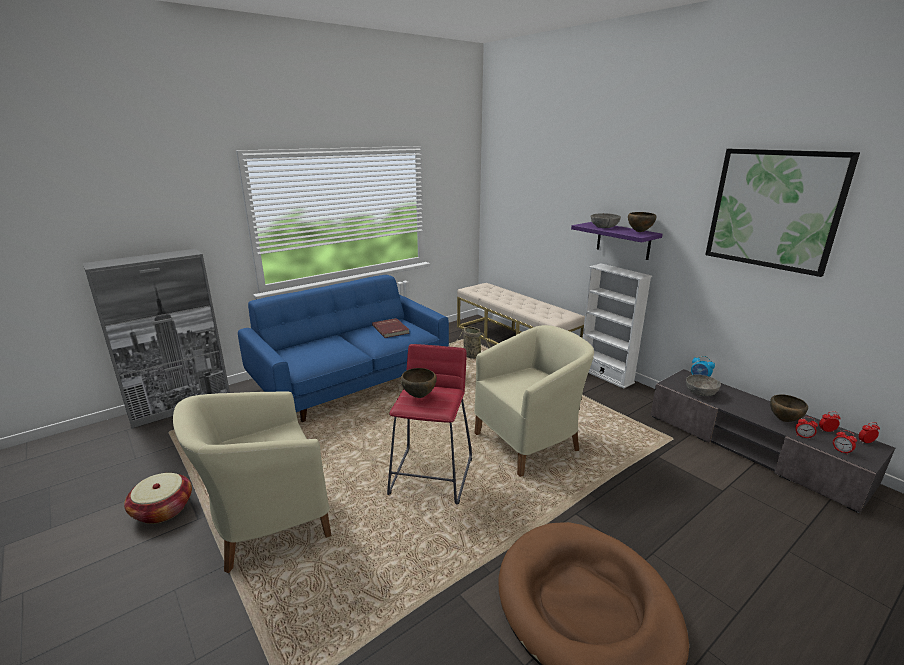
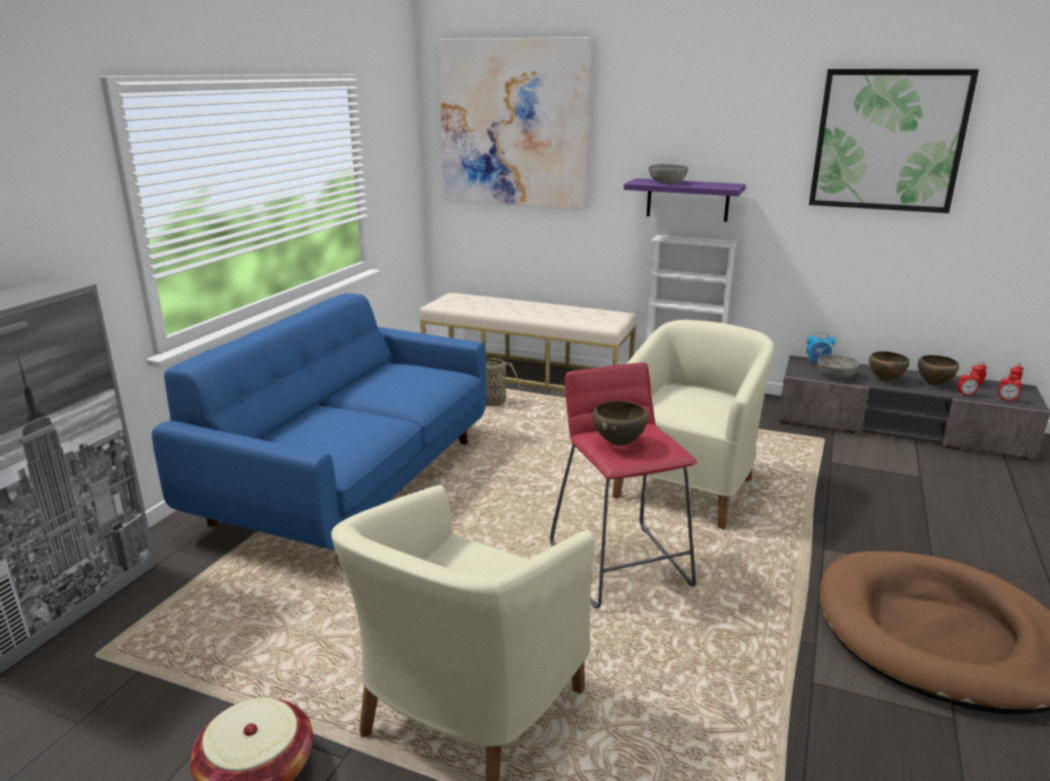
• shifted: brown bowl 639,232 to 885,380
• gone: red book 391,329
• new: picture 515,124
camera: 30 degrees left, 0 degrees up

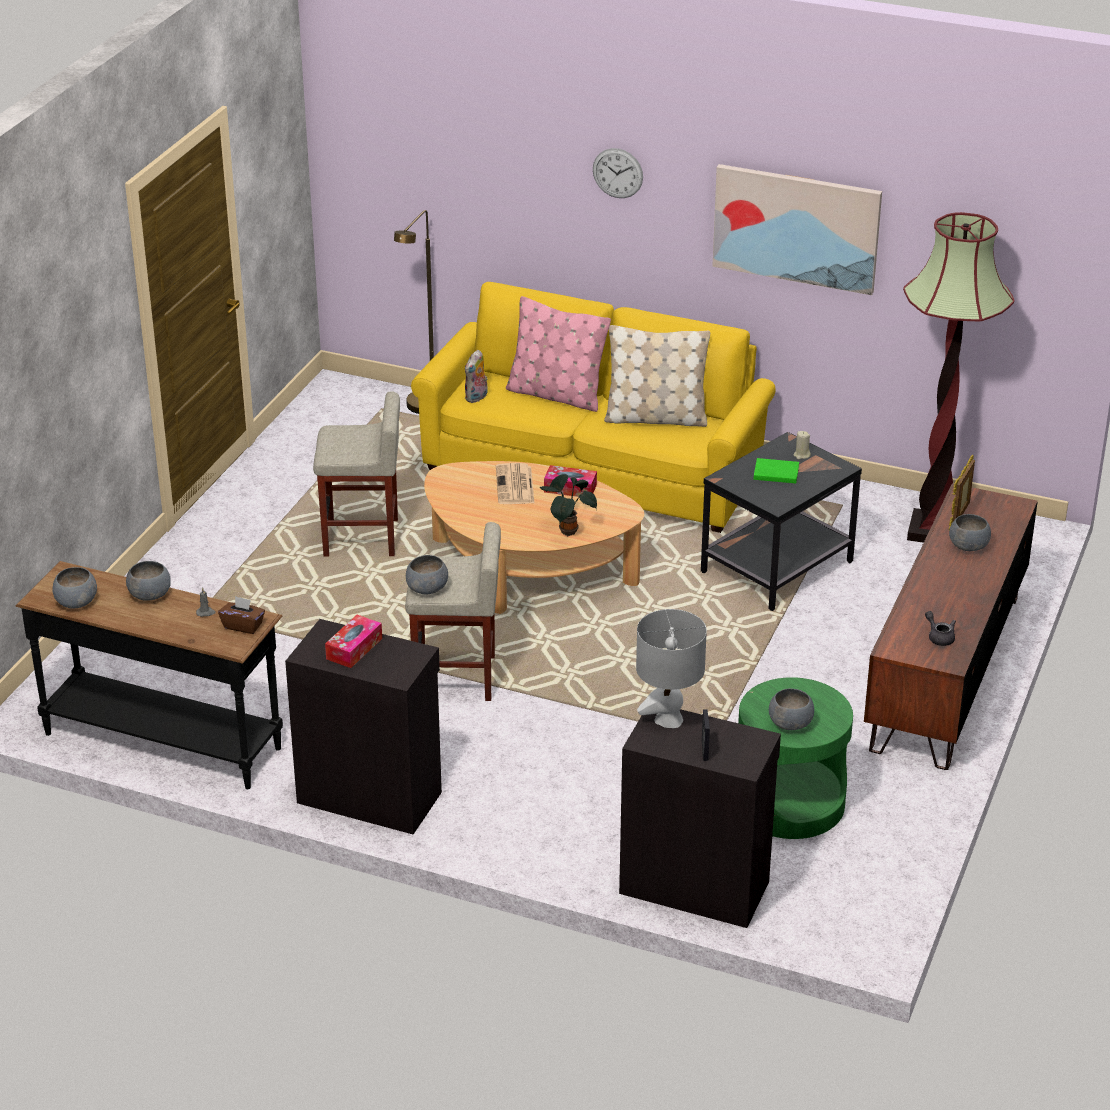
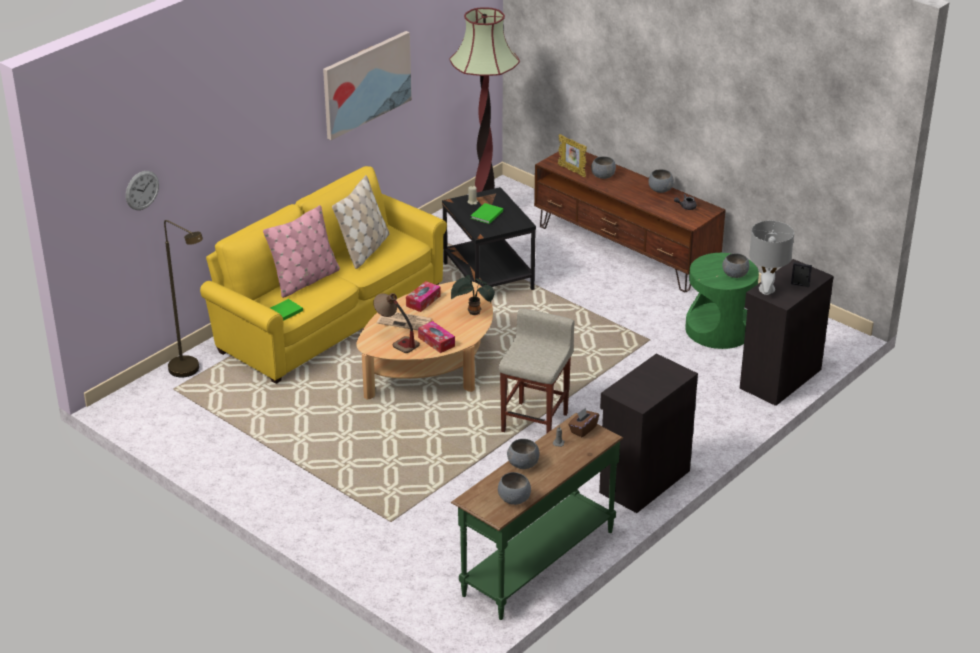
• shifted: wall clock 617,173 to 142,190
• swapped: plush toy 477,398 to green book 283,312
• gone: beige stool 362,538
• shifted: grey bowl 426,588 to 660,190
• repainted: black console table 164,739 to green console table 537,562
• shifted: tissue box 354,648 to 436,342
• new: table lamp 396,341
camera: 70 degrees left, 0 degrees up

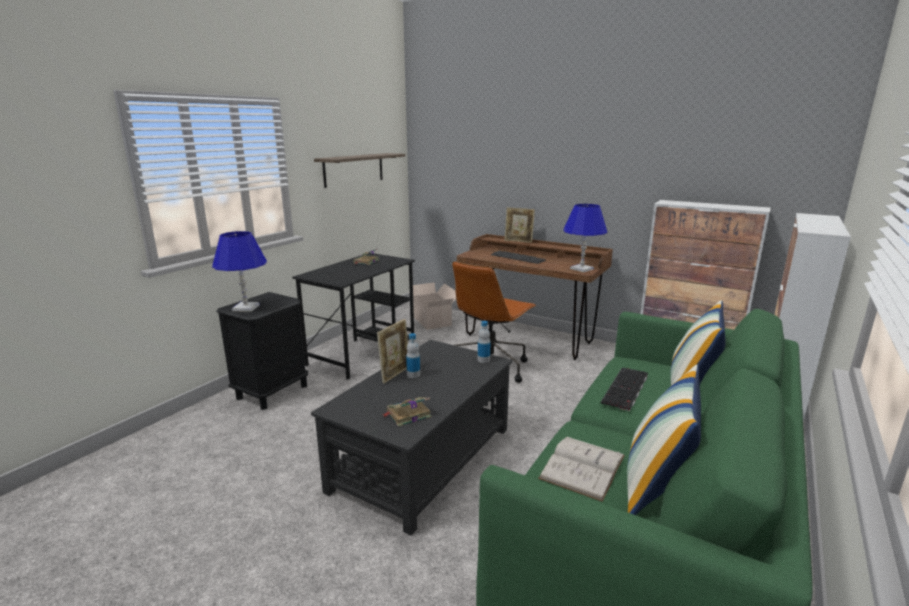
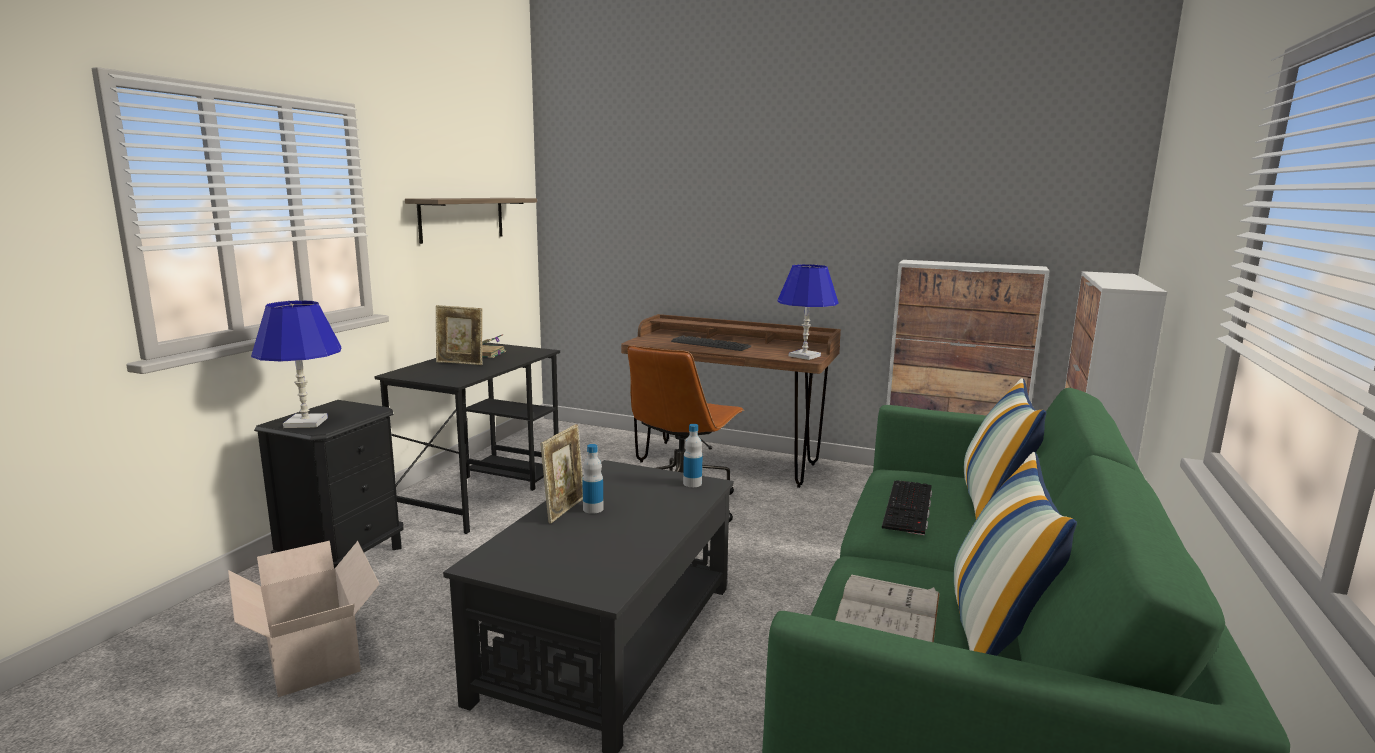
• shifted: picture frame 518,241 to 460,363
• shifted: cardboard box 432,321 to 311,657
• gone: book 407,415
camera: 10 degrees left, 5 degrees down

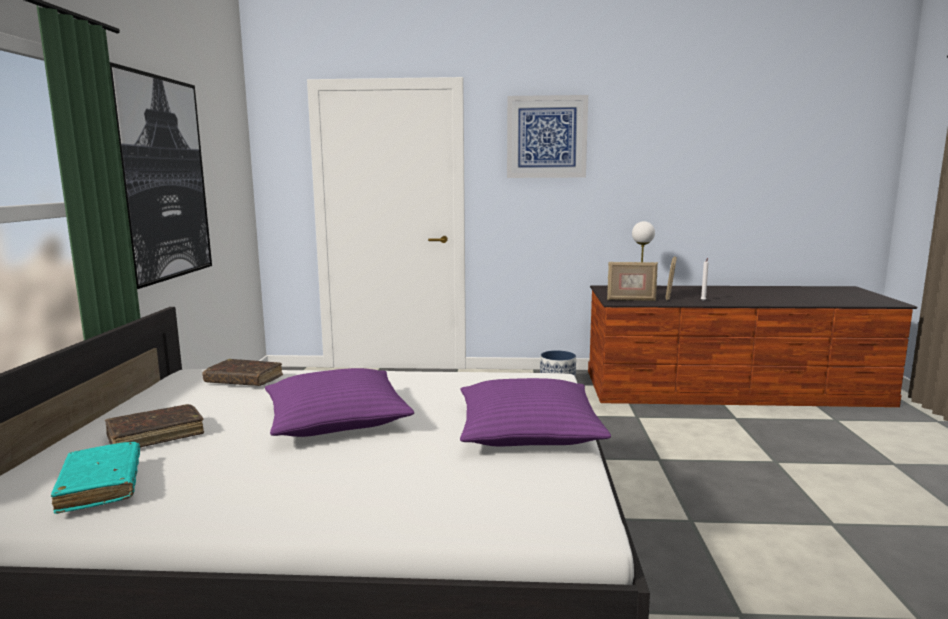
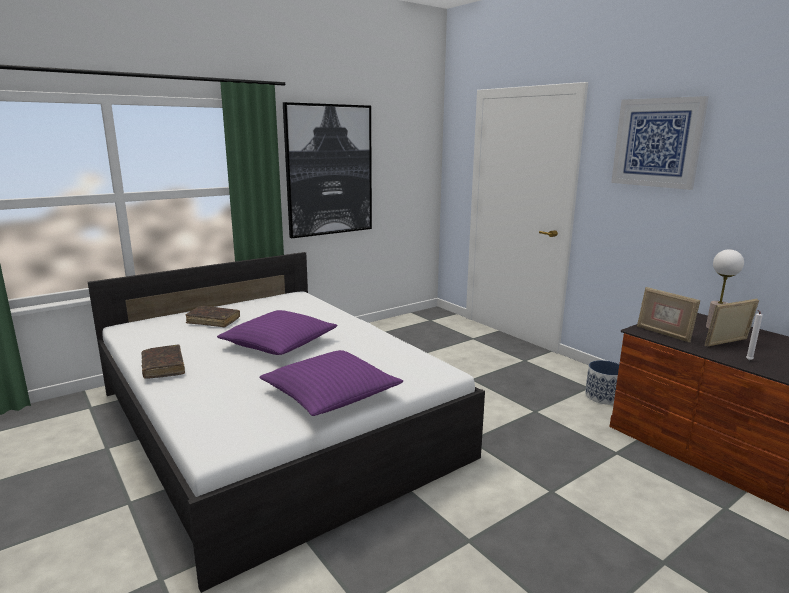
• shifted: brown book 244,380 to 163,367
• gone: turquoise book 101,486
camera: 50 degrees right, 5 degrees up

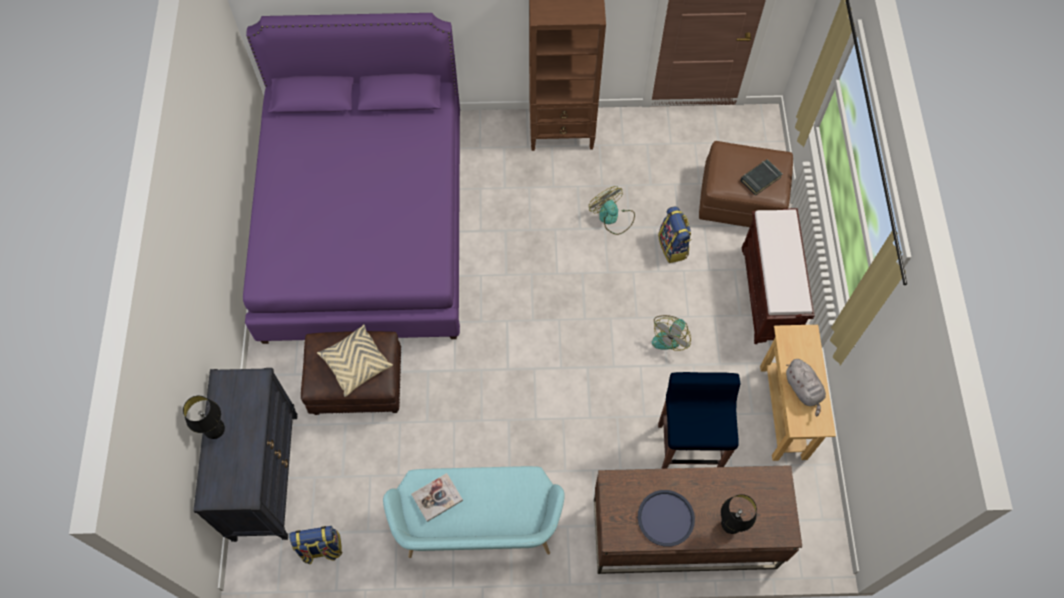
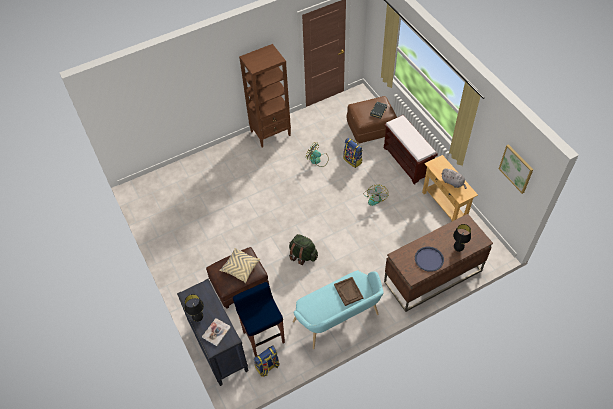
• gone: purple bed 365,224
• shifted: blue stool 688,448 to 263,336
• shifted: book 437,497 to 216,332
• new: picture 516,168
• new: green backpack 303,255
• new: brown tray 348,291
camera: 25 degrees left, 10 degrees down

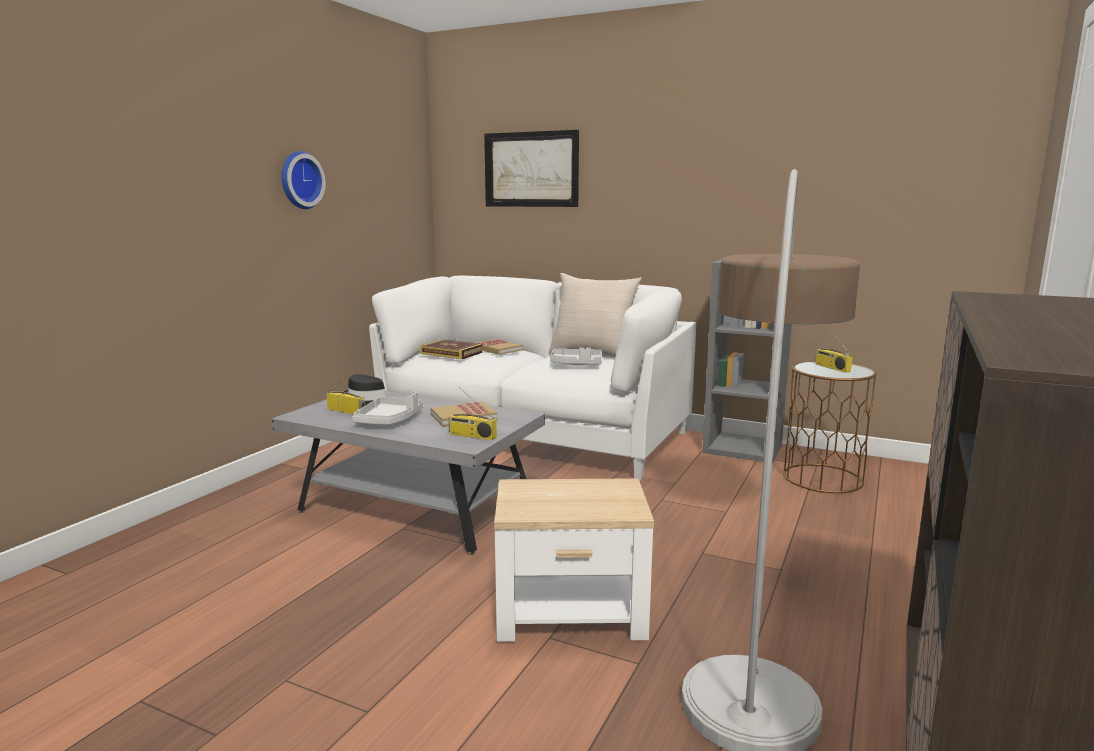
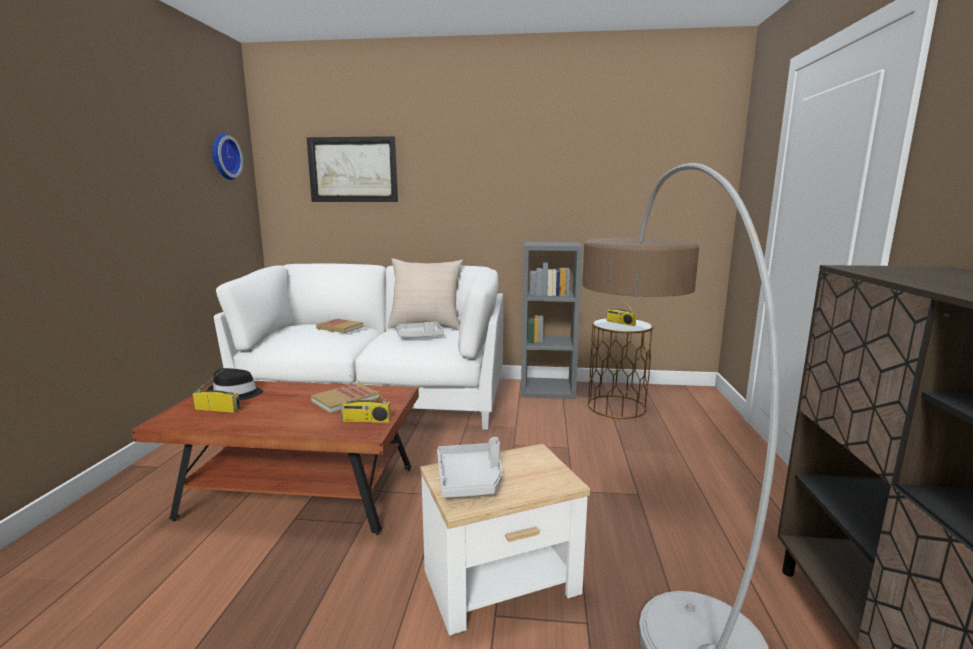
• shifted: wall clock 299,180 to 223,156
• gone: book 451,353
• repainted: grey coffee table 416,509 to brown coffee table 300,493
• shifted: grey tray 389,420 to 470,480
camera: 20 degrees left, 0 degrees up

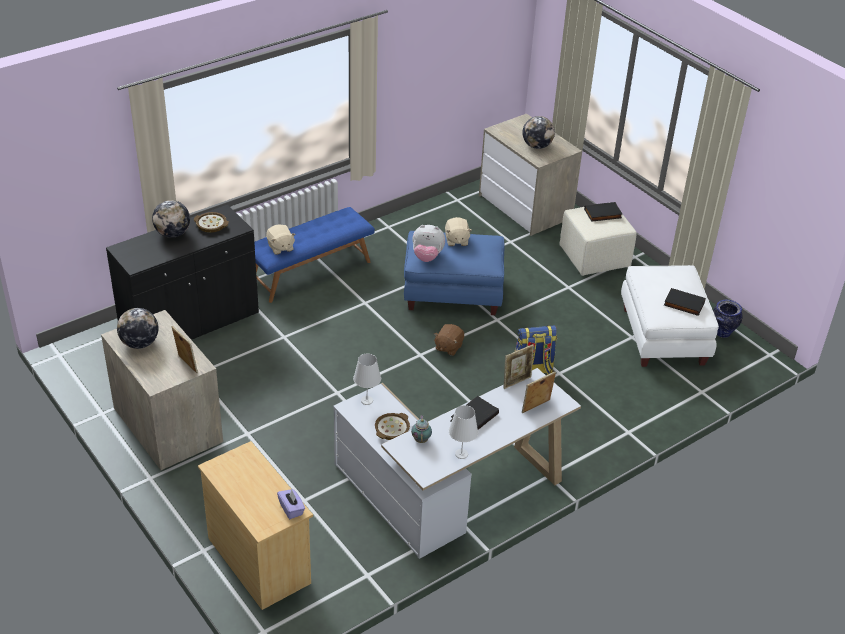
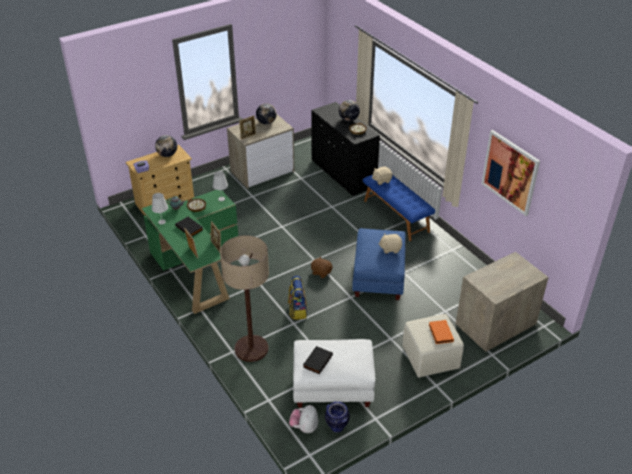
• shifted: globe 537,146 to 167,155
• repainted: black book 603,214 to orange book 440,333
• shifted: plush toy 427,257 to 304,427
• repainted: white desk 448,491 to green desk 196,266
• new: picture 510,172
• new: floor lamp 251,349
camera: 95 degrees right, 0 degrees up

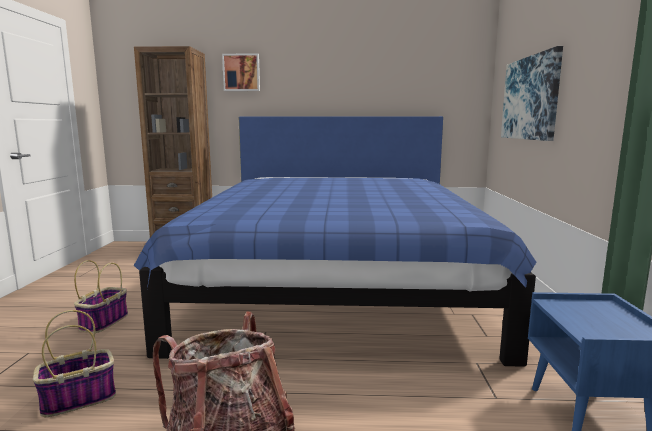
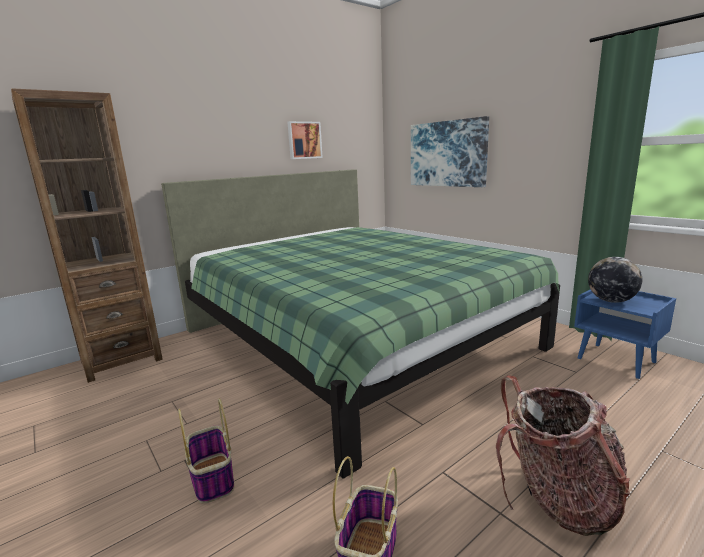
• shifted: picture 241,72 to 304,140
• repainted: blue bed 335,284 to green bed 354,339
• new: globe 611,301
camera: 40 degrees left, 5 degrees up

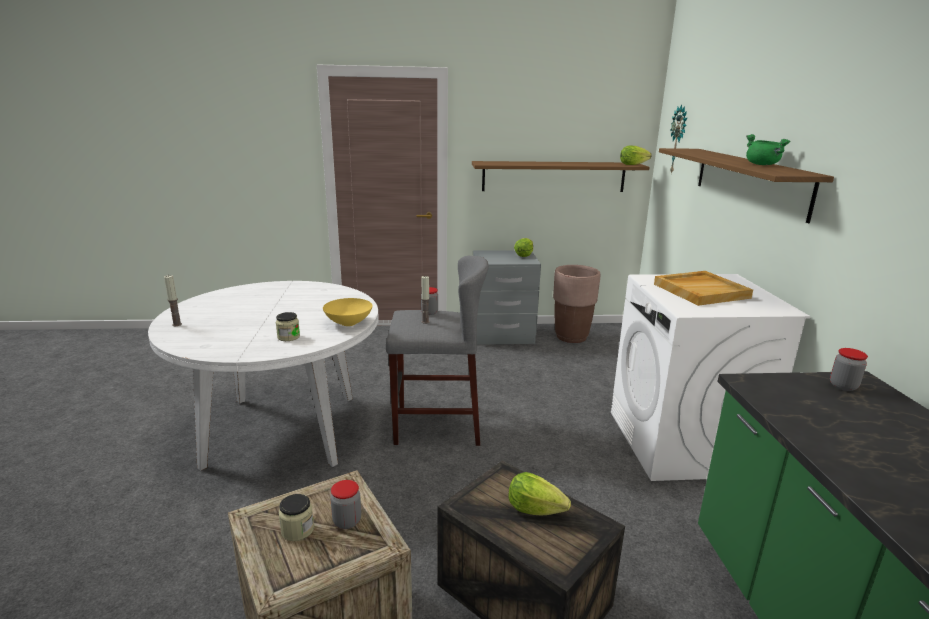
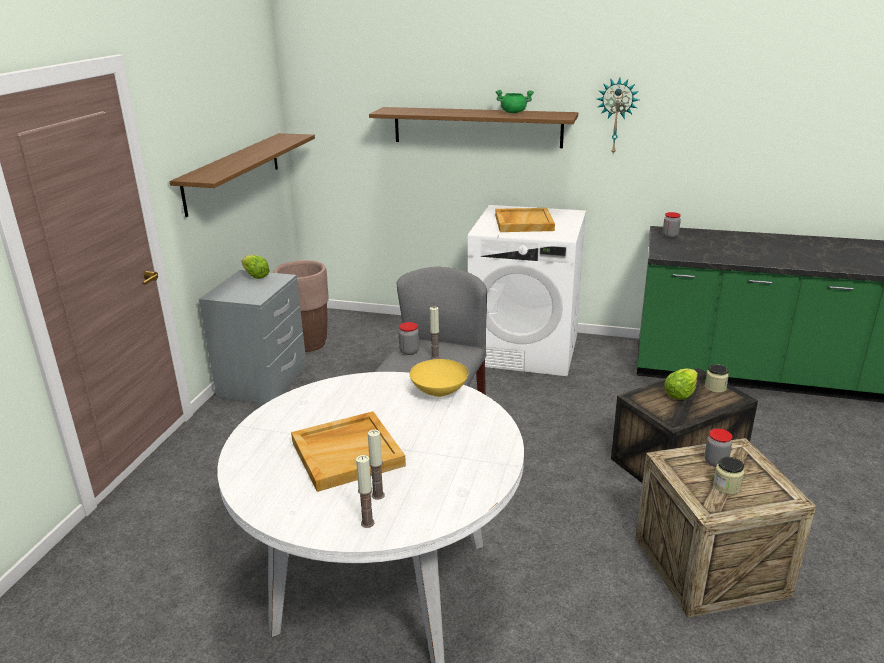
• shifted: wall clock 679,140 to 616,116
• gone: lettuce 632,165
• shifted: jar 288,337 to 715,387
• new: beige tray 348,453
• new: candle 378,495
camera: 70 degrees left, 5 degrees up

